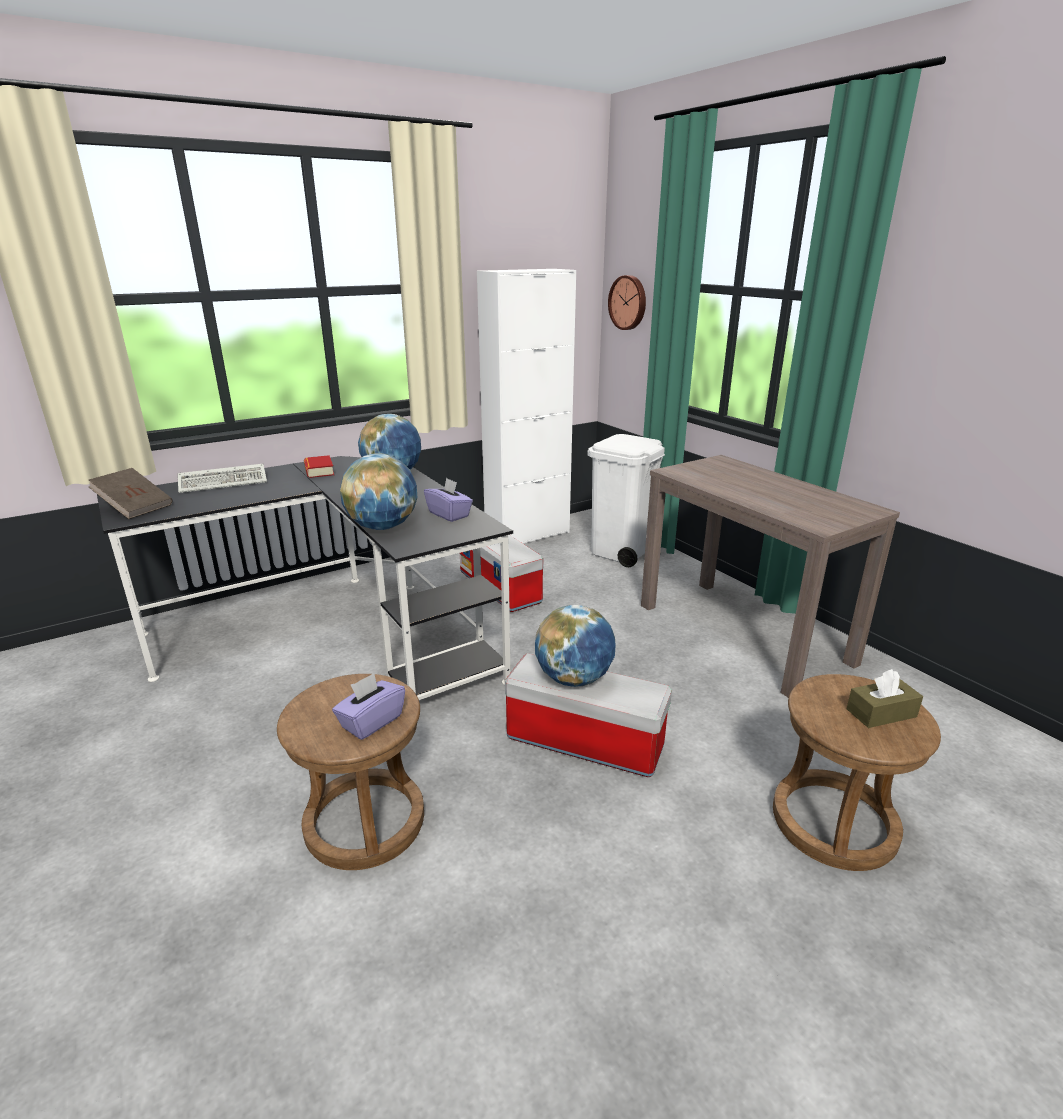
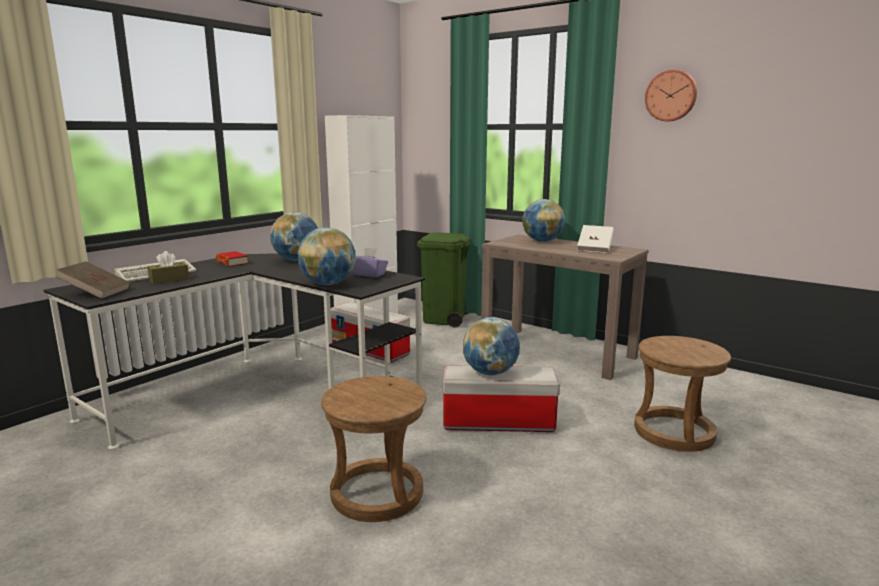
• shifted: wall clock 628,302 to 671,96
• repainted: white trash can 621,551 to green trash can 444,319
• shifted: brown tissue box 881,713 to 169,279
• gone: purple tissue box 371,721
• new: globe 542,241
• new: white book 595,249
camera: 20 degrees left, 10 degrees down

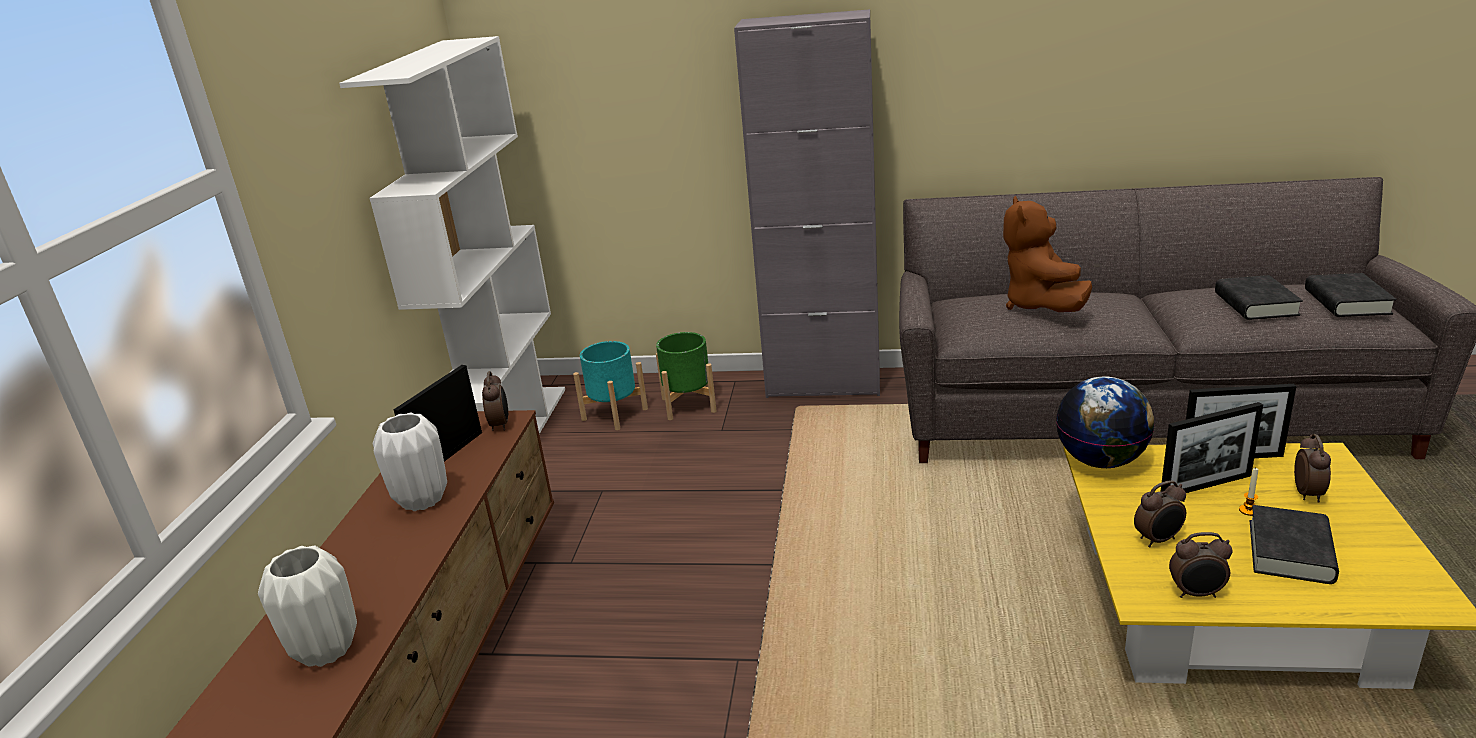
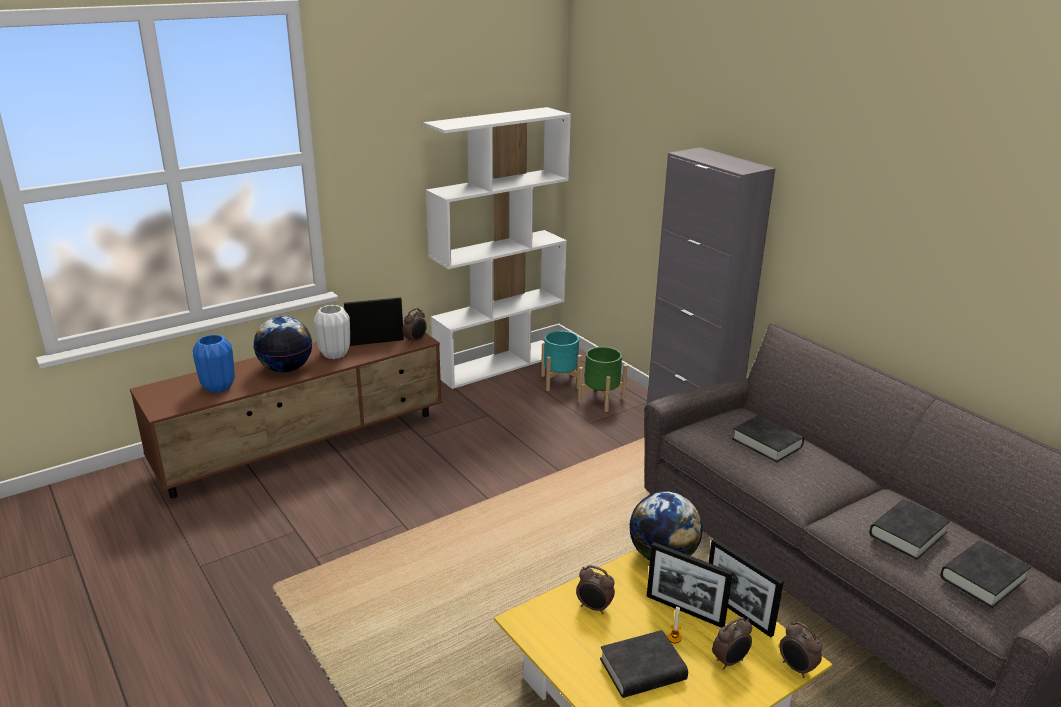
• swapped: brown plush toy 1041,305 to black book 767,443
• shifted: alarm clock 1196,594 to 796,668
• repainted: white vase 325,650 to blue vase 218,387
• new: globe 286,369
camera: 45 degrees right, 0 degrees up

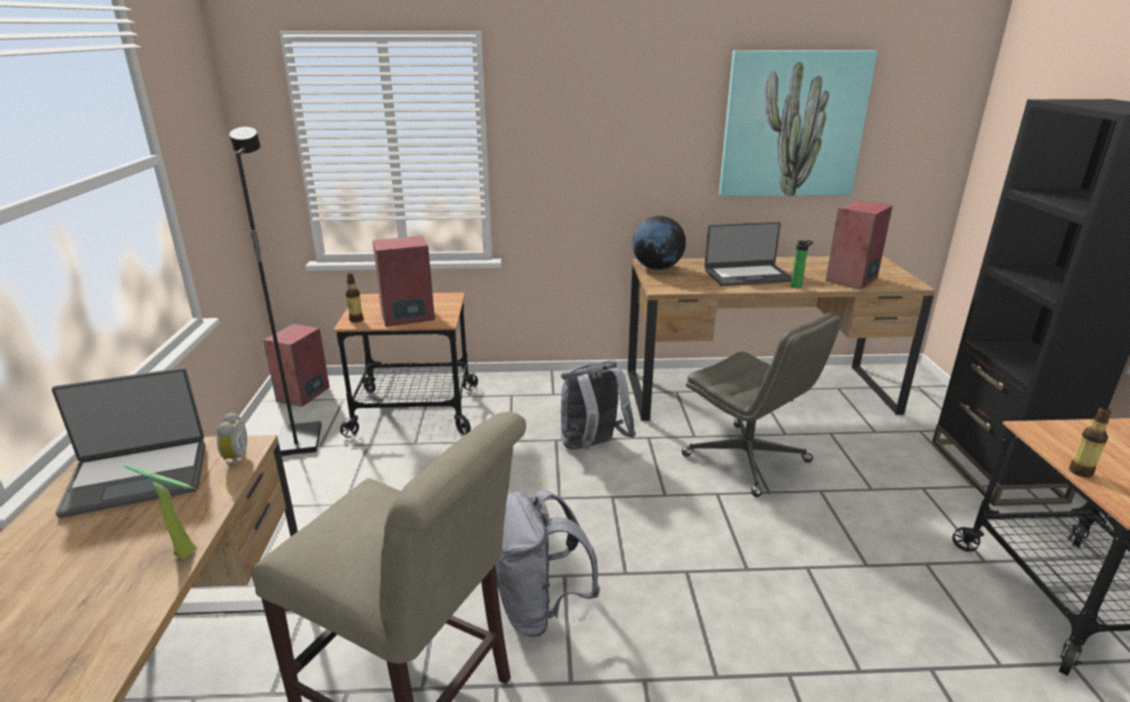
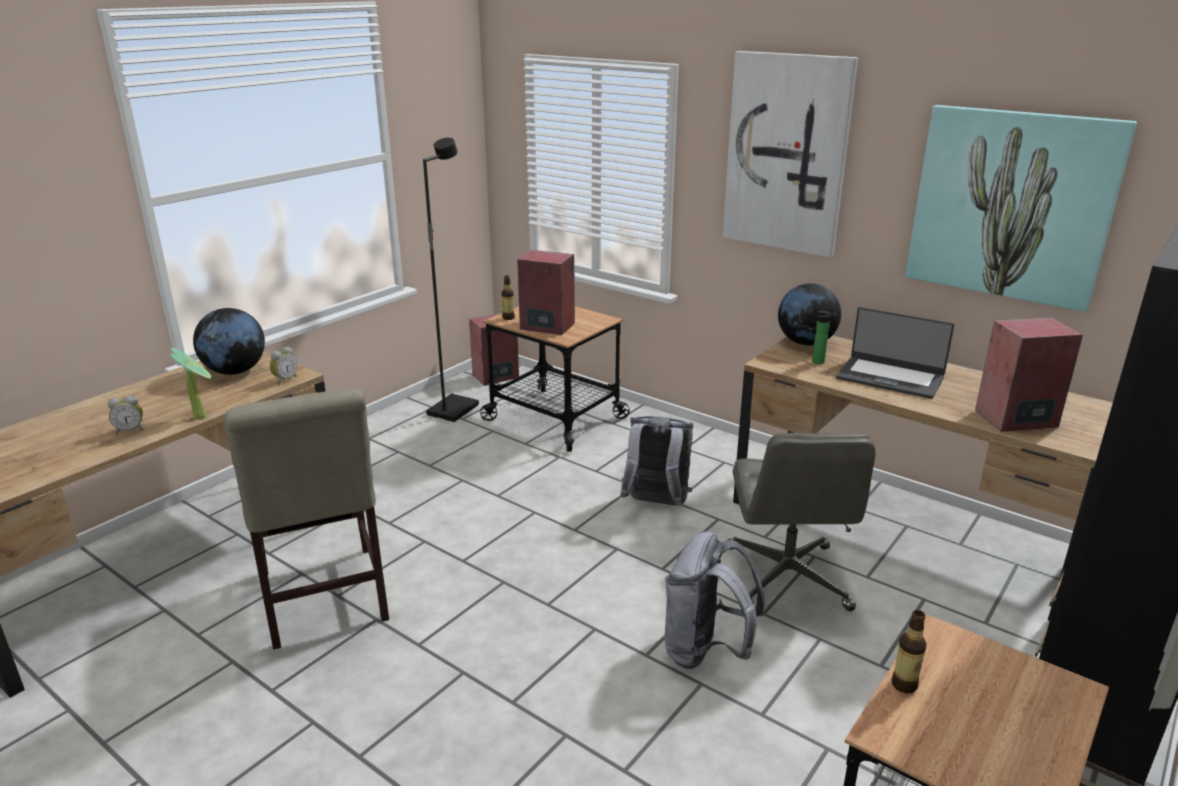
• shifted: bottle 797,286 to 820,362
• swapped: laptop 139,477 to globe 235,371
• shifted: grey backpack 540,608 to 706,651
• new: picture 787,153
• new: alarm clock 130,430
camera: 40 degrees right, 0 degrees up

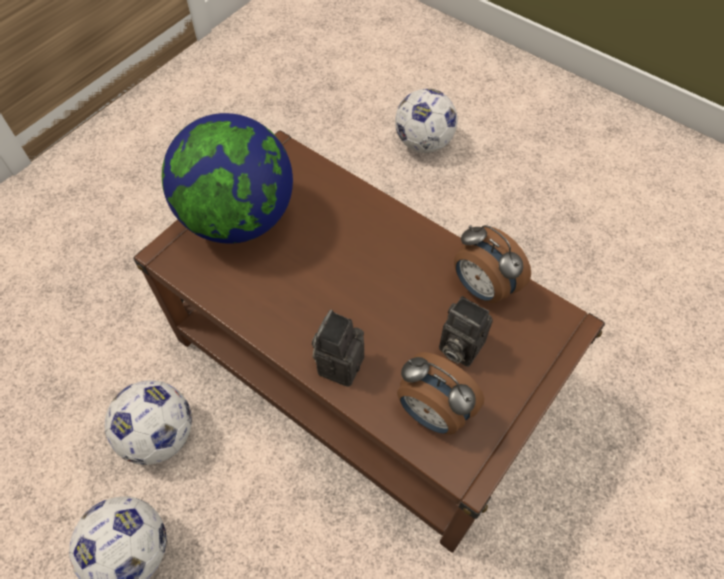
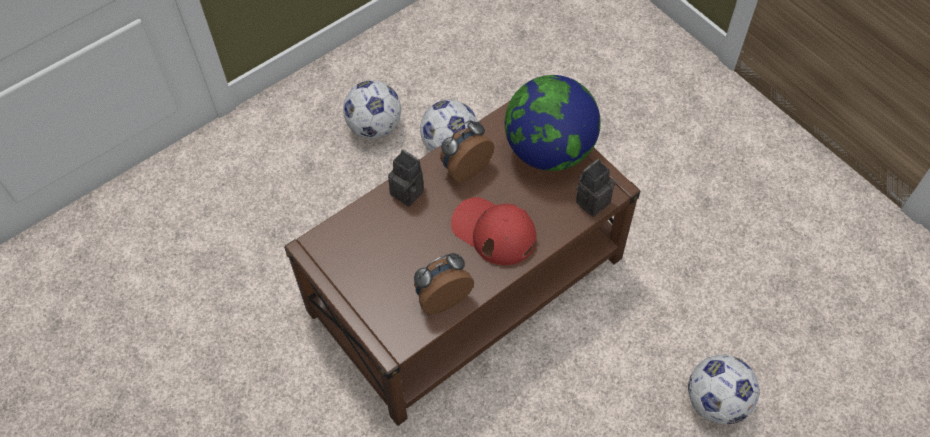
• shifted: photo camera 458,346 to 592,200
• shifted: alarm clock 432,412 to 465,168
• new: red cap 493,231
camera: 105 degrees right, 0 degrees up

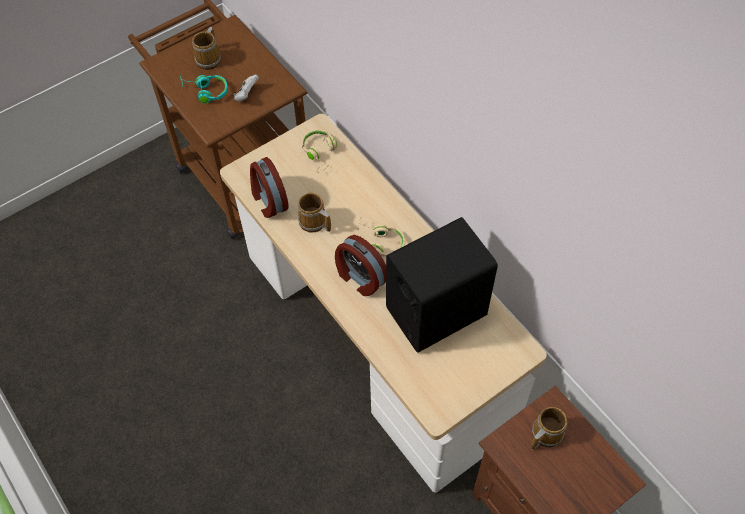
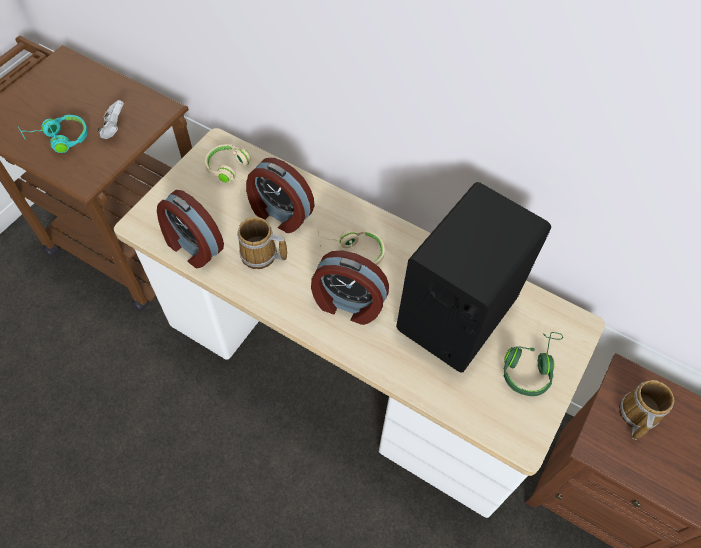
• gone: mug 210,59
• new: alarm clock 280,214
• new: green headphones 529,367
camera: 25 degrees left, 0 degrees up

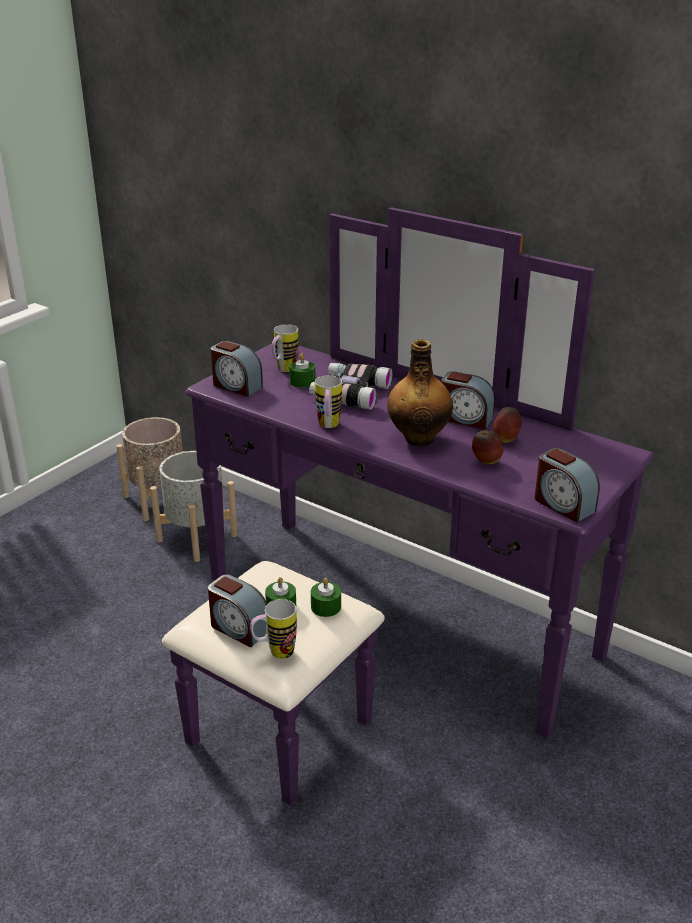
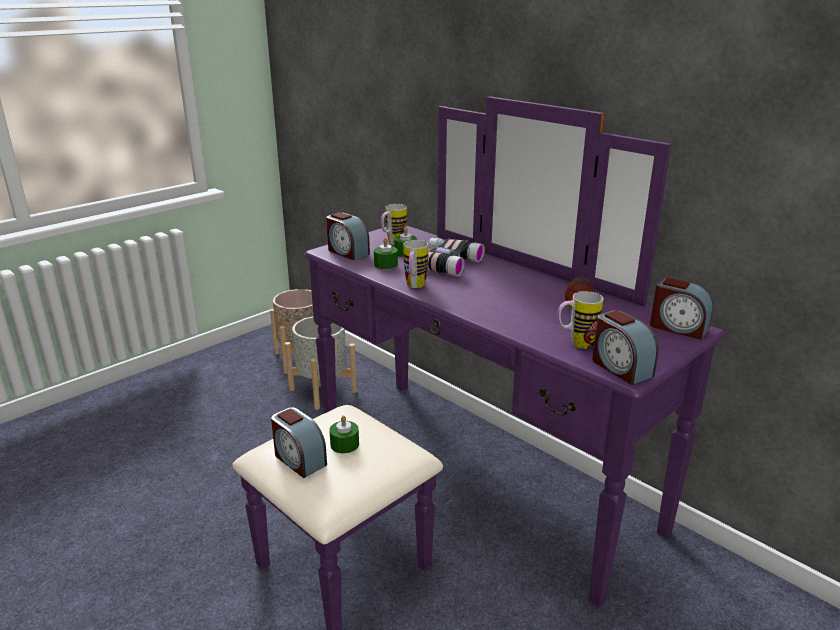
• gone: bottle 419,438
• shifted: alarm clock 465,418 to 678,328
• gone: apple 486,462
• shifted: green candle 326,607 to 385,264
• shifted: mug 274,653 to 575,344
camera: 10 degrees right, 5 degrees down

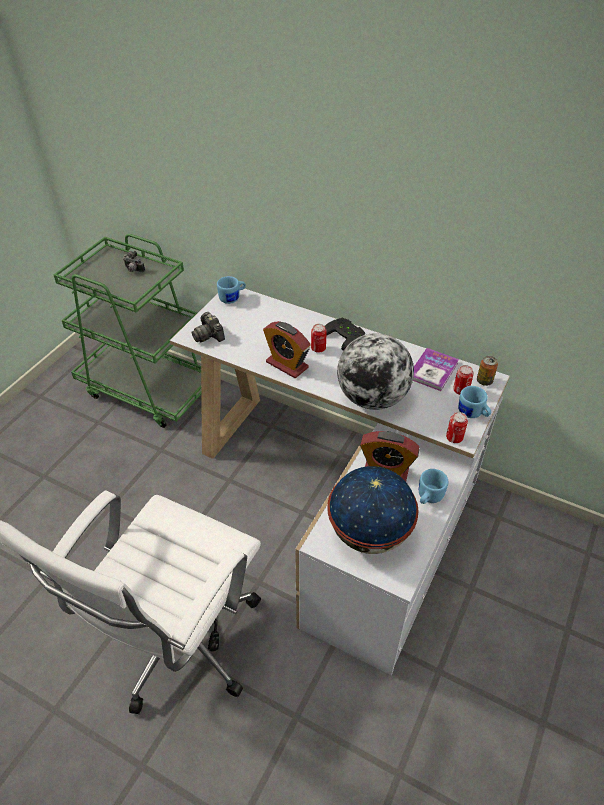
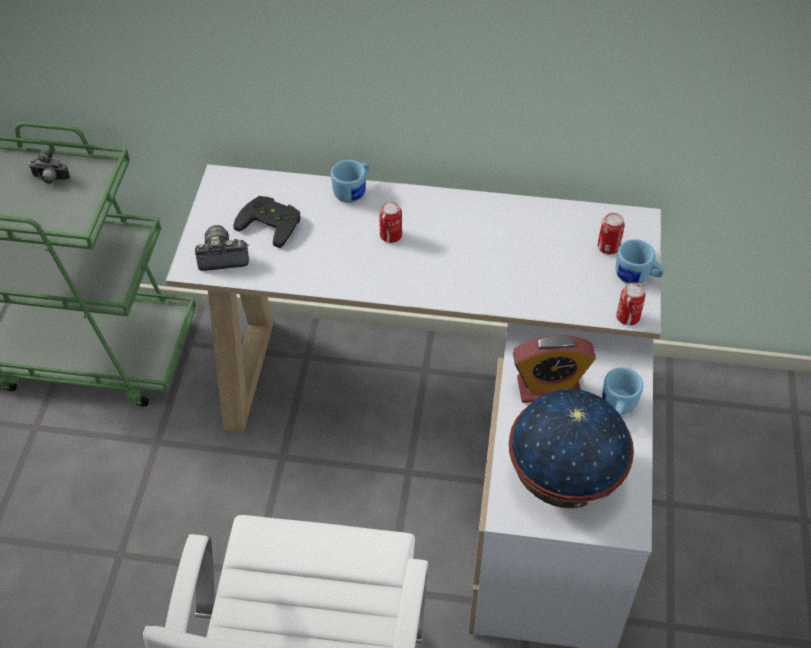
• shifted: blue mug 232,298 to 353,191
• rotated: photo camera 209,335 = 222,257 135 degrees clockwise
• shifted: black game controller 345,335 to 272,222
• gone: alarm clock 287,365
• gone: globe 372,398
• gone: book 433,370
• gone: can 484,381
camera: 20 degrees left, 5 degrees up

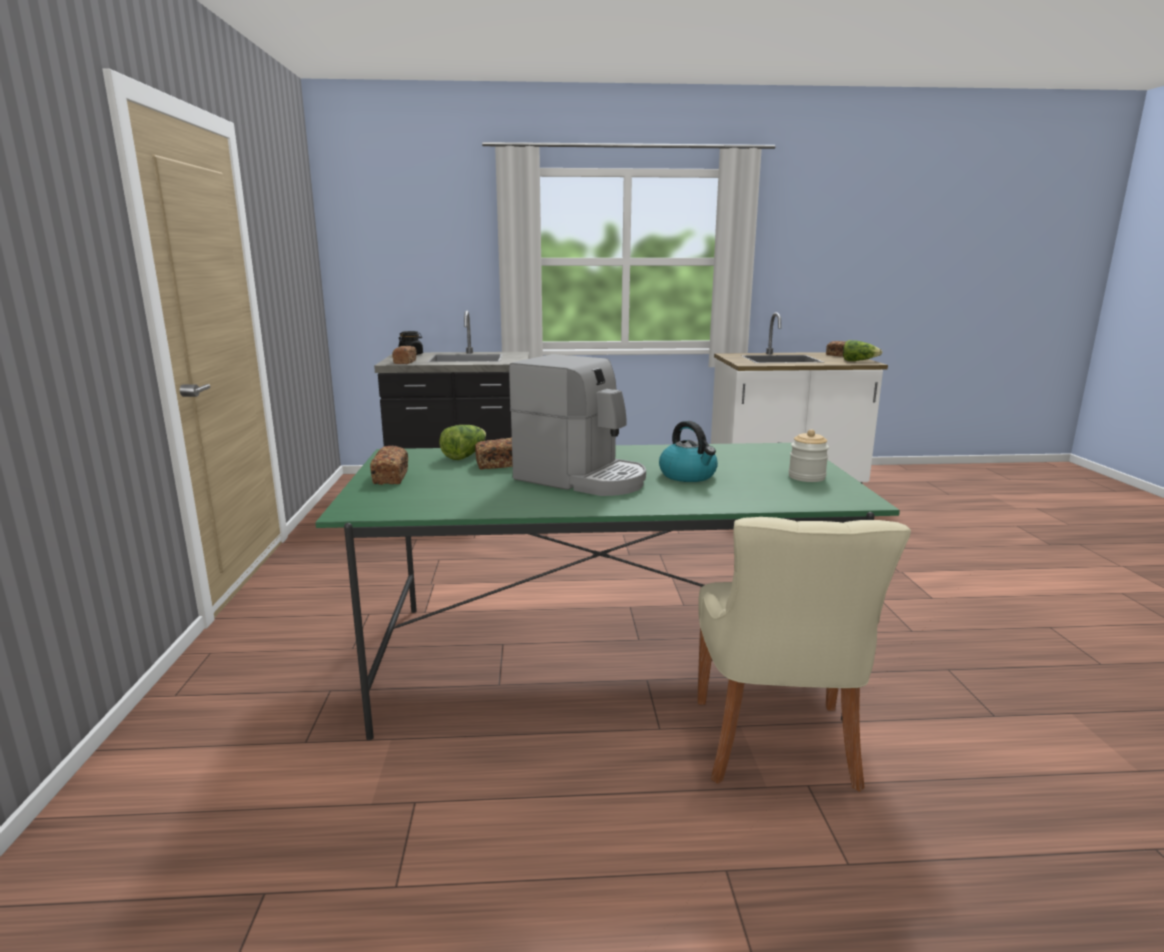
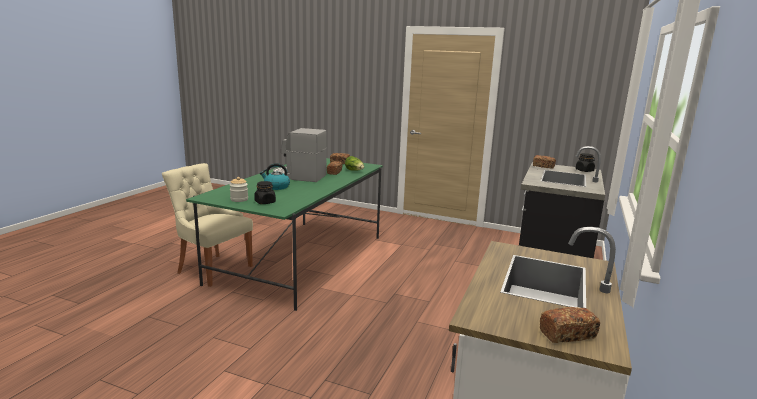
• gone: lettuce 858,361
• rotated: coffee machine 582,479 = 299,176 45 degrees clockwise
• new: black jar 265,202
camera: 115 degrees right, 0 degrees up

